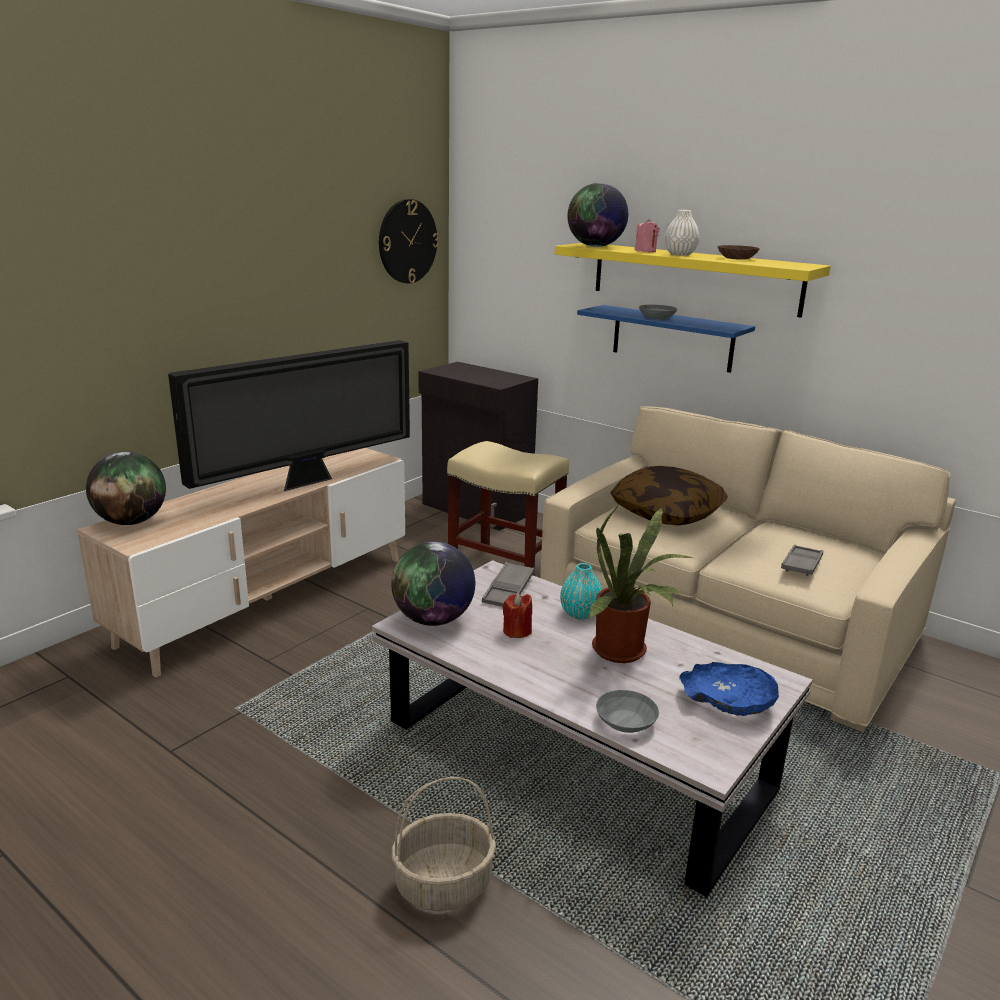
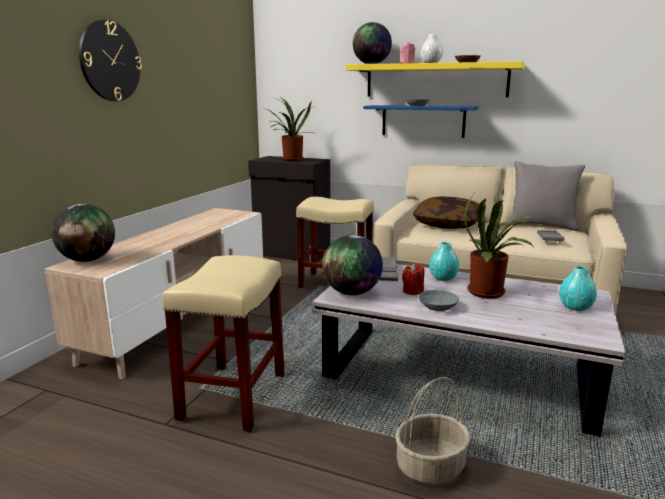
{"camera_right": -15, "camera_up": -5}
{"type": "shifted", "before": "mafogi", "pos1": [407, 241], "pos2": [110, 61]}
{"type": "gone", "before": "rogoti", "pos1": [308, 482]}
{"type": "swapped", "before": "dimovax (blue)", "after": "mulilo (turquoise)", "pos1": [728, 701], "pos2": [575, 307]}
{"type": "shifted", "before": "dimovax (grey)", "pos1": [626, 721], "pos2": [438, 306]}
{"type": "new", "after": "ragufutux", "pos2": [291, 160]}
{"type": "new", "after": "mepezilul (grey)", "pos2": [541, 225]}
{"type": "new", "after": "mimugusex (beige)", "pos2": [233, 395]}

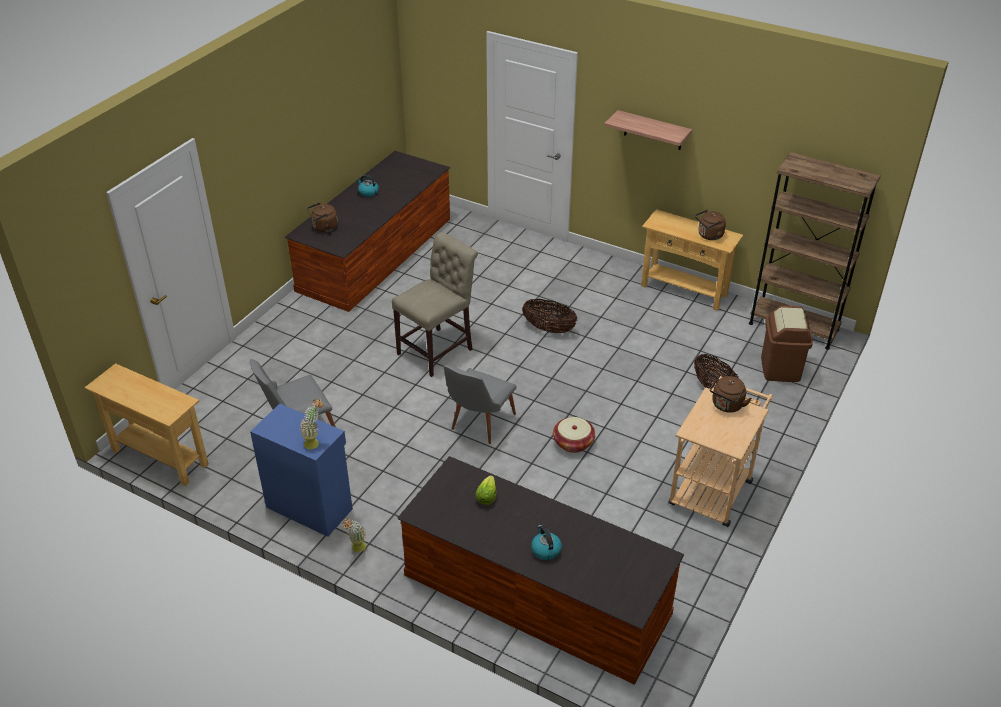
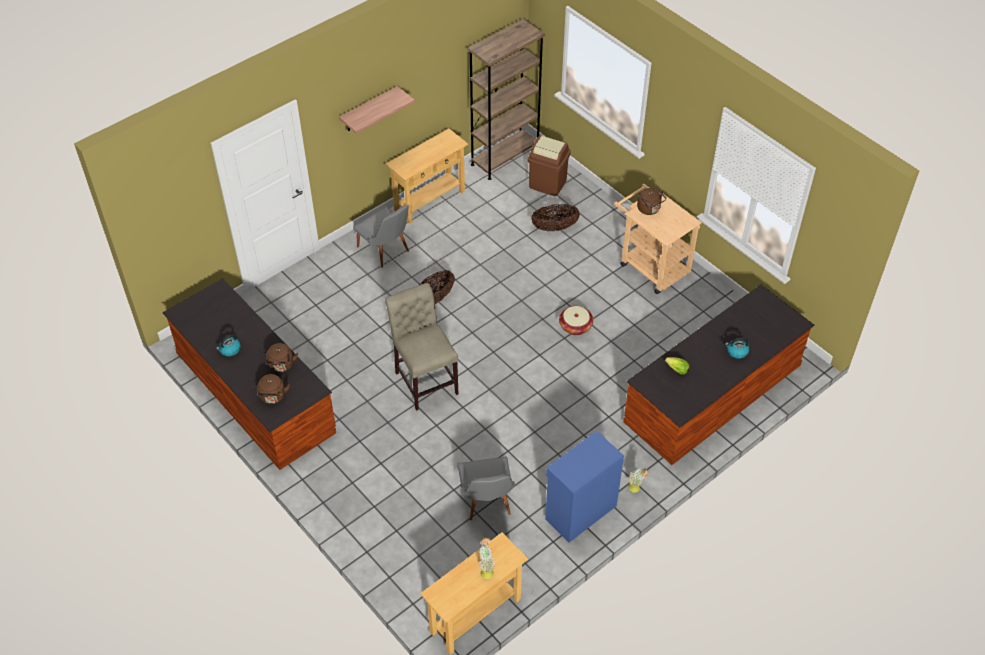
{"camera_right": -70, "camera_up": 10}
{"type": "shifted", "before": "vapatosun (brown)", "pos1": [709, 235], "pos2": [281, 366]}
{"type": "shifted", "before": "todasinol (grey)", "pos1": [478, 425], "pos2": [386, 252]}
{"type": "shifted", "before": "ragufutux", "pos1": [315, 442], "pos2": [486, 570]}

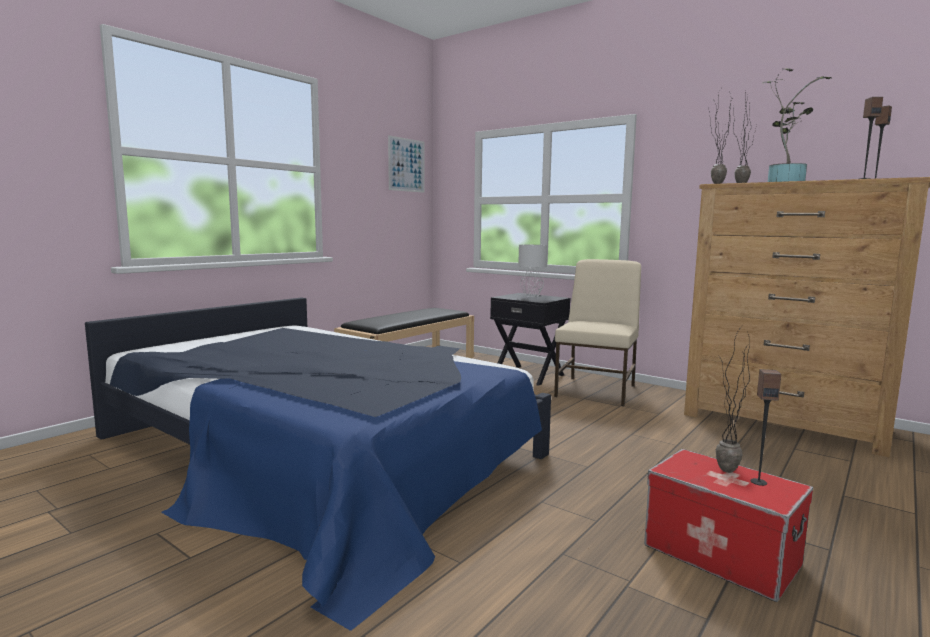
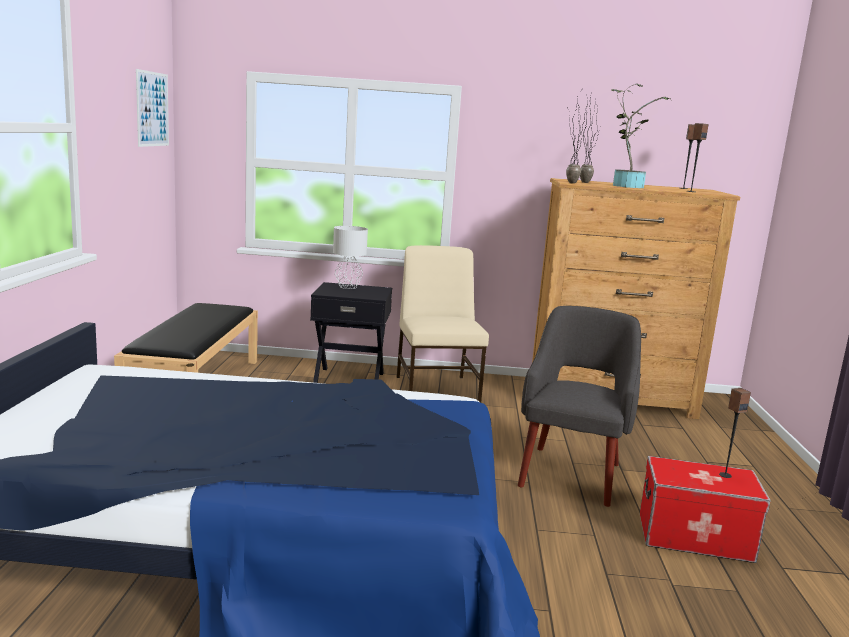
{"camera_right": -35, "camera_up": 5}
{"type": "gone", "before": "ragufutux", "pos1": [724, 473]}
{"type": "new", "after": "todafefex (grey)", "pos2": [571, 473]}

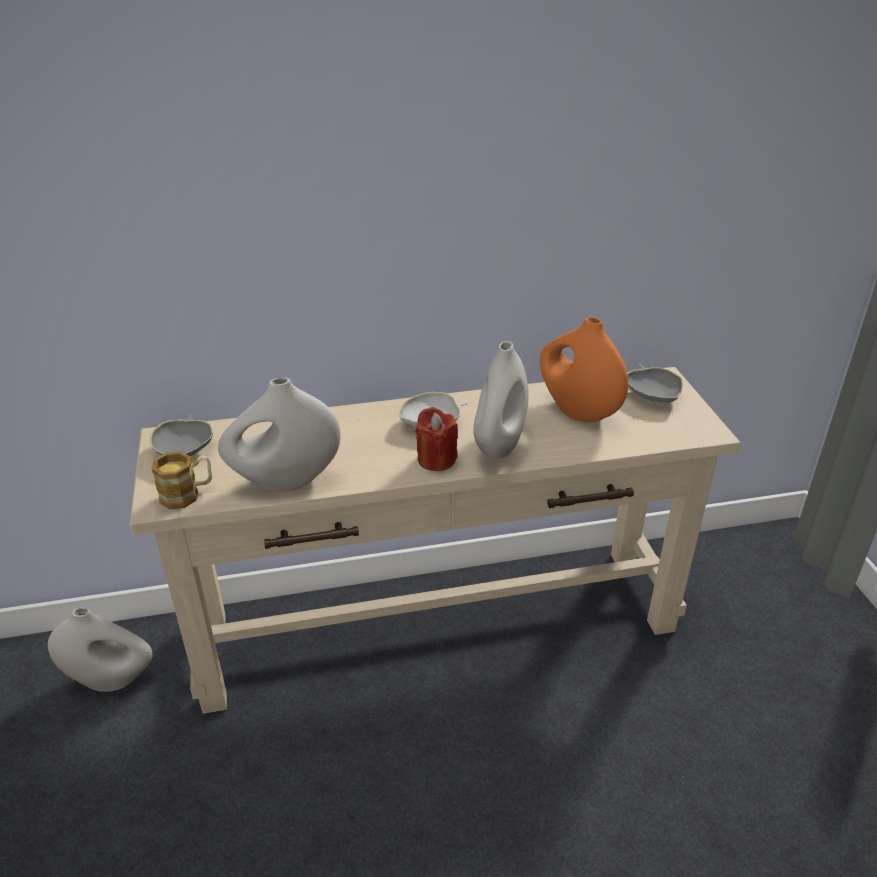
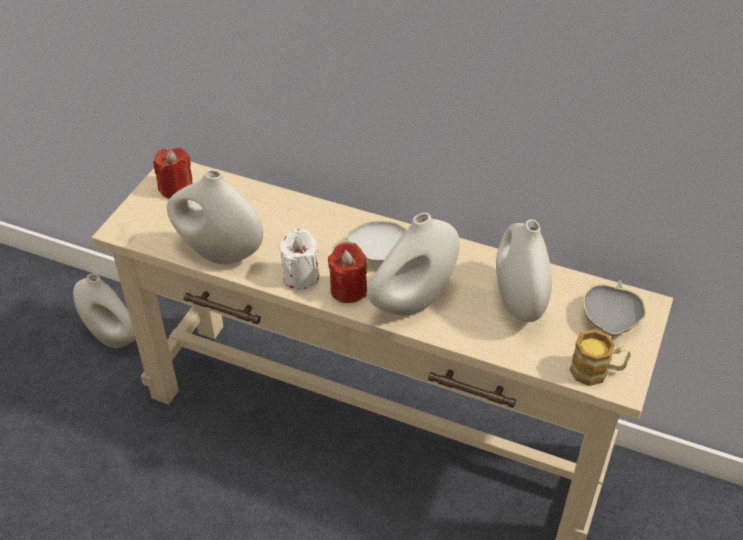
{"camera_right": 35, "camera_up": 10}
{"type": "repainted", "before": "mulilo (orange)", "after": "mulilo (white)", "pos1": [577, 411], "pos2": [518, 302]}
{"type": "swapped", "before": "dimovax (grey)", "after": "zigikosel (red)", "pos1": [184, 450], "pos2": [176, 189]}
{"type": "shifted", "before": "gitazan", "pos1": [187, 494], "pos2": [597, 371]}
{"type": "new", "after": "zigikosel (white)", "pos2": [301, 276]}

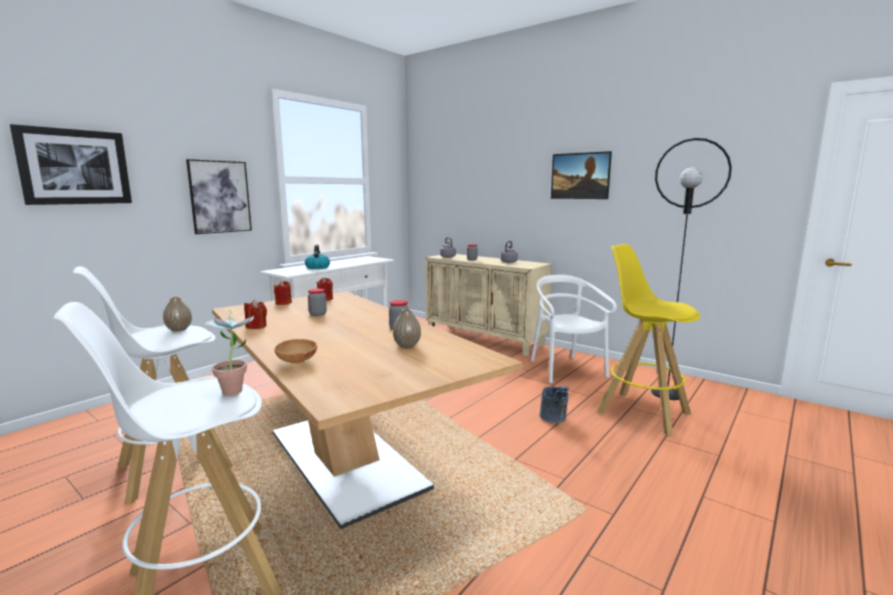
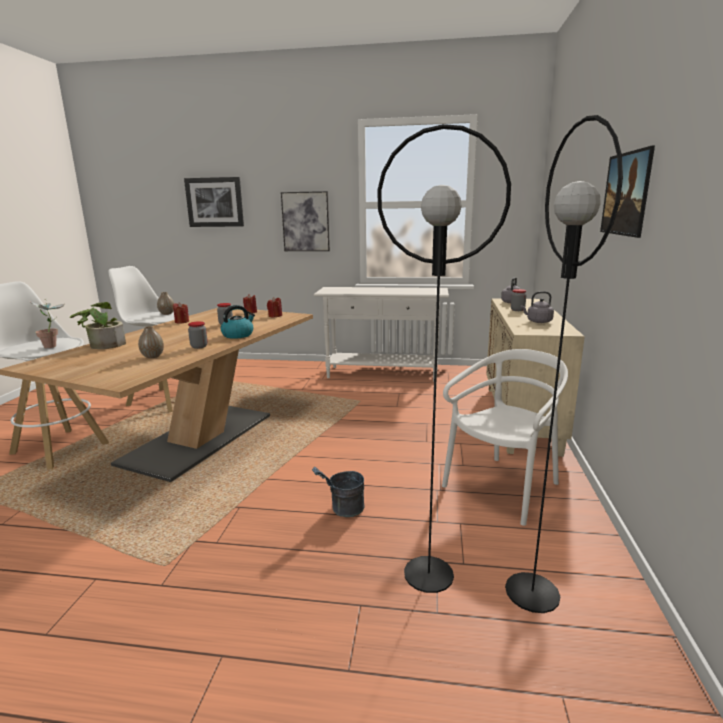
{"camera_right": 60, "camera_up": 5}
{"type": "swapped", "before": "mimugusex (yellow)", "after": "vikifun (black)", "pos1": [642, 412], "pos2": [429, 574]}
{"type": "shifted", "before": "vapatosun", "pos1": [317, 267], "pos2": [238, 335]}
{"type": "swapped", "before": "dimovax (brown)", "after": "ragufutux", "pos1": [296, 363], "pos2": [103, 344]}

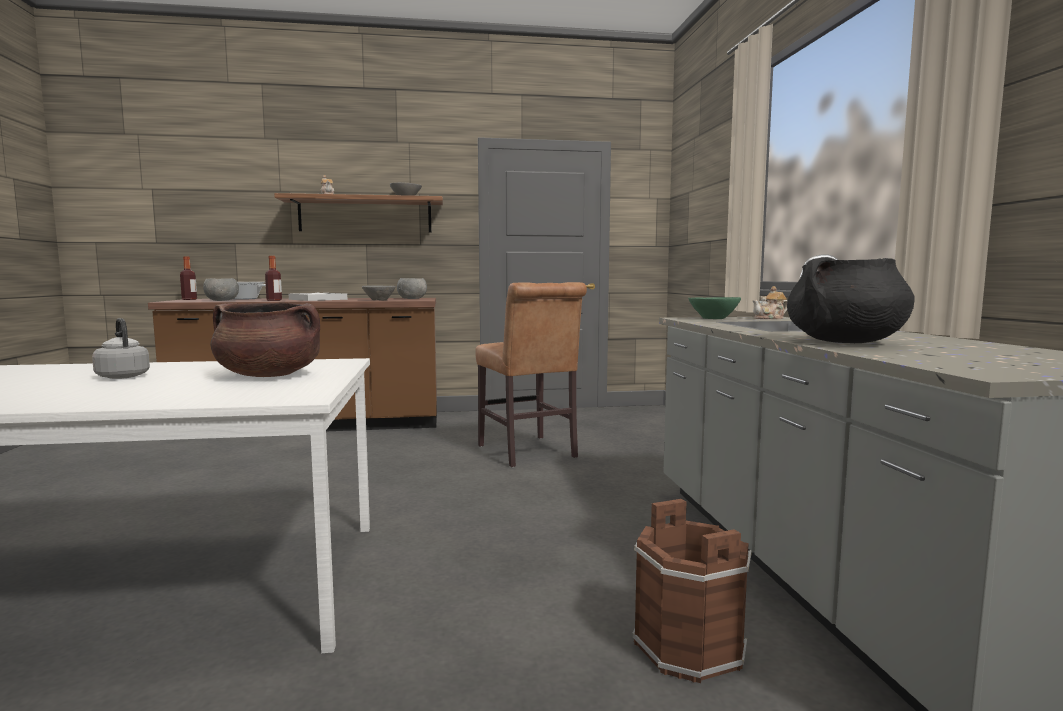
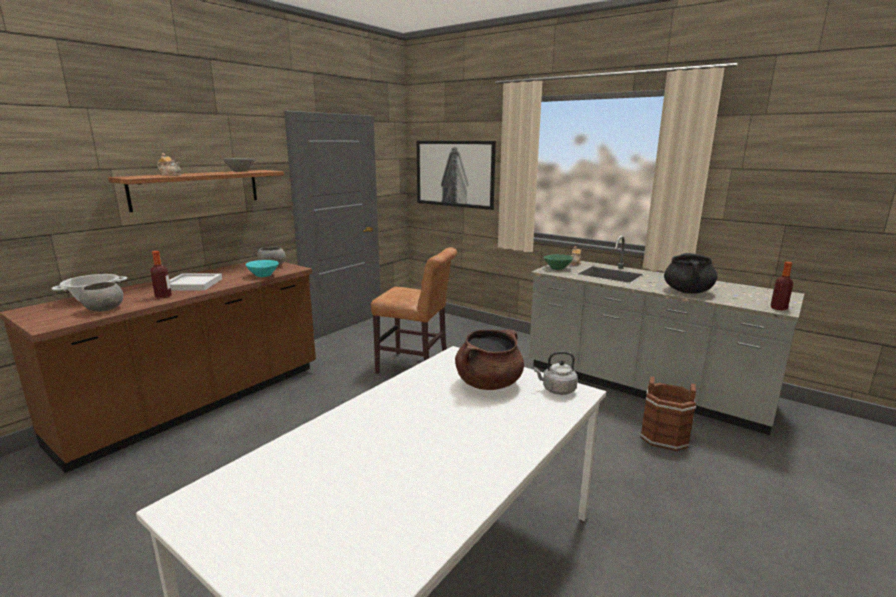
{"camera_right": -45, "camera_up": 10}
{"type": "shifted", "before": "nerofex", "pos1": [189, 299], "pos2": [778, 308]}
{"type": "repainted", "before": "dimovax (grey)", "after": "dimovax (turquoise)", "pos1": [379, 300], "pos2": [263, 276]}
{"type": "shifted", "before": "vapatosun (grey)", "pos1": [122, 376], "pos2": [557, 390]}
{"type": "new", "after": "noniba", "pos2": [455, 173]}

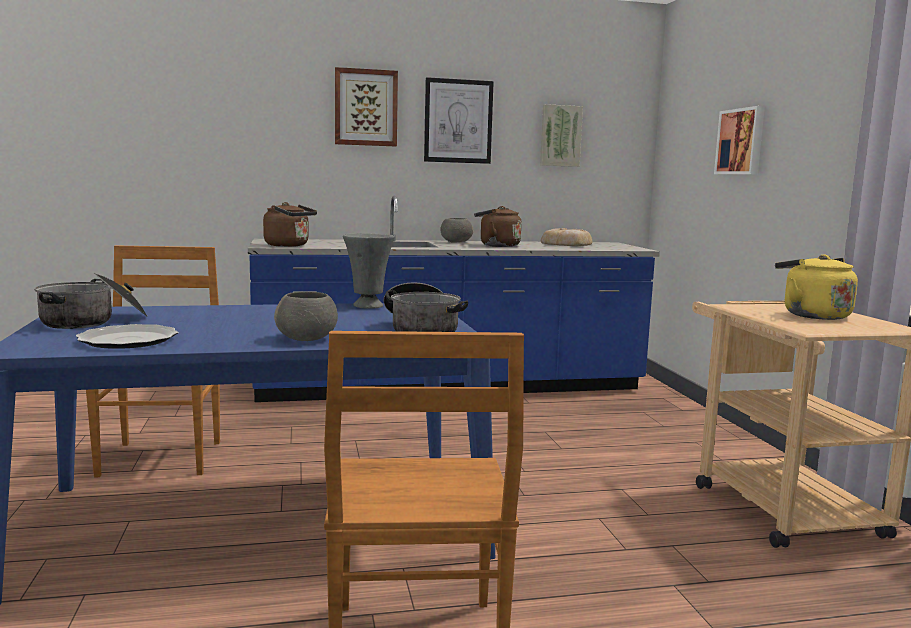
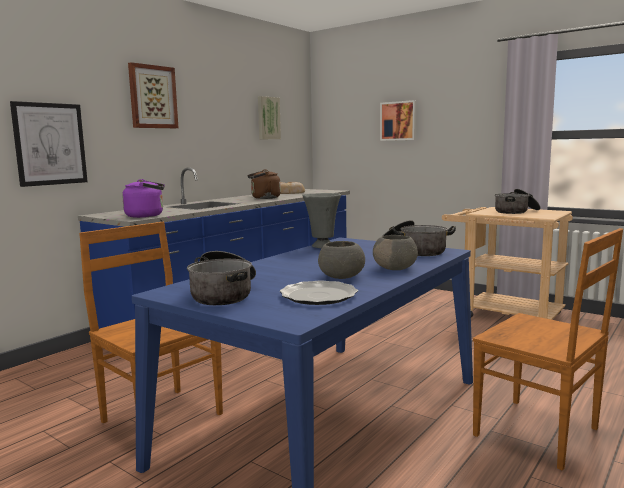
{"camera_right": -40, "camera_up": 0}
{"type": "shifted", "before": "noniba", "pos1": [458, 121], "pos2": [50, 144]}
{"type": "repainted", "before": "vapatosun (brown)", "after": "vapatosun (purple)", "pos1": [289, 245], "pos2": [147, 216]}
{"type": "shifted", "before": "dimovax (grey)", "pos1": [455, 242], "pos2": [340, 277]}
{"type": "swapped", "before": "vapatosun (yellow)", "after": "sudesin", "pos1": [812, 315], "pos2": [516, 211]}

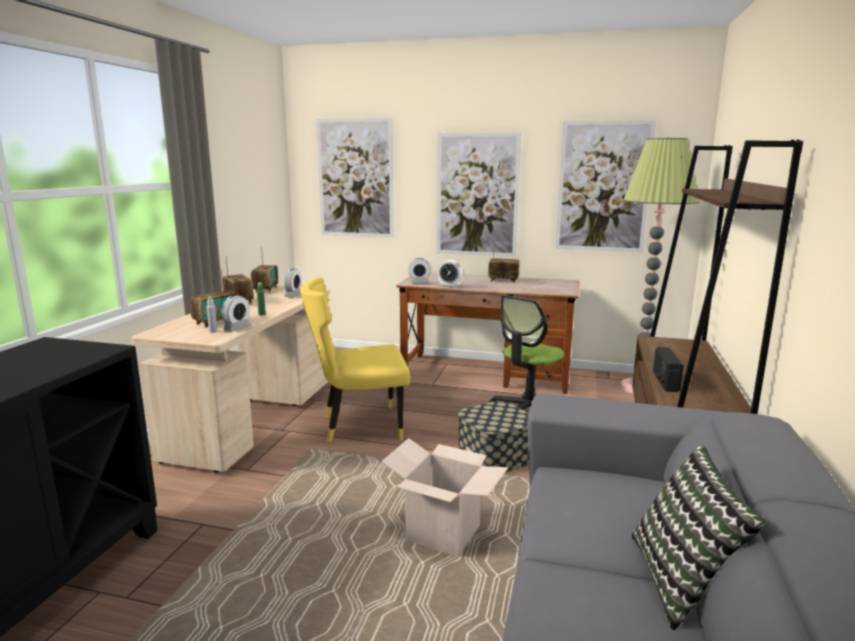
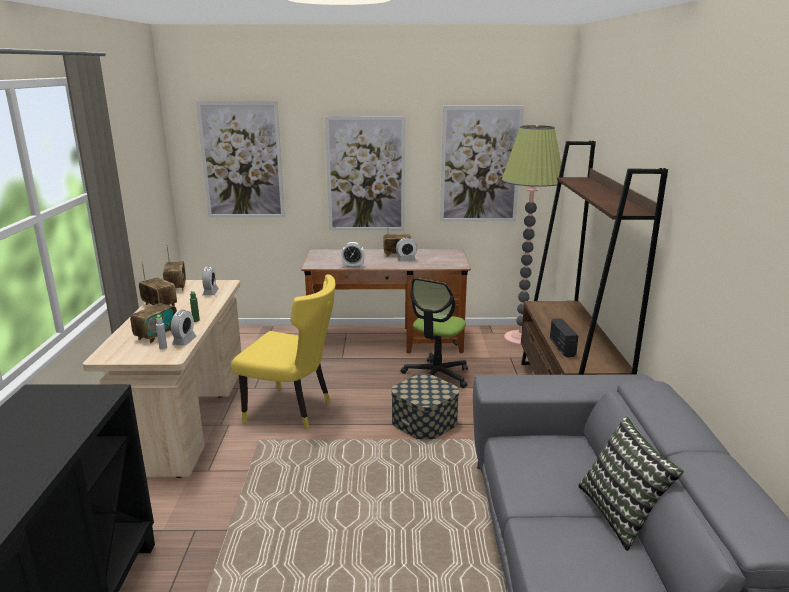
{"camera_right": -15, "camera_up": 5}
{"type": "shifted", "before": "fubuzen", "pos1": [419, 282], "pos2": [406, 260]}
{"type": "rotated", "before": "todasinol (yellow)", "pos1": [359, 425], "pos2": [292, 410], "turn": -135}
{"type": "gone", "before": "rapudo", "pos1": [443, 534]}

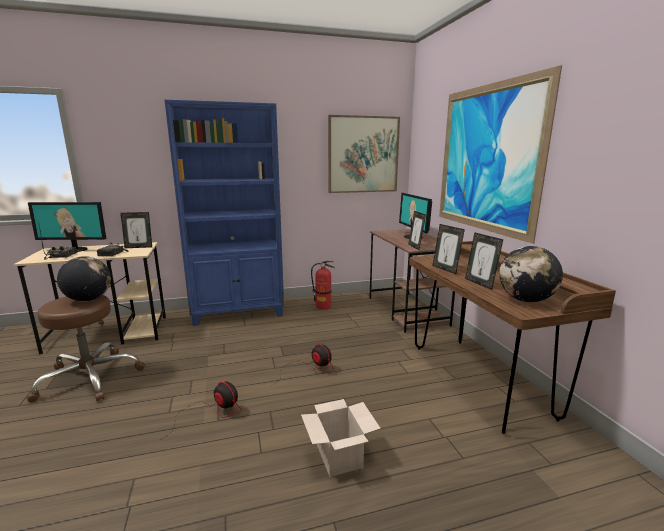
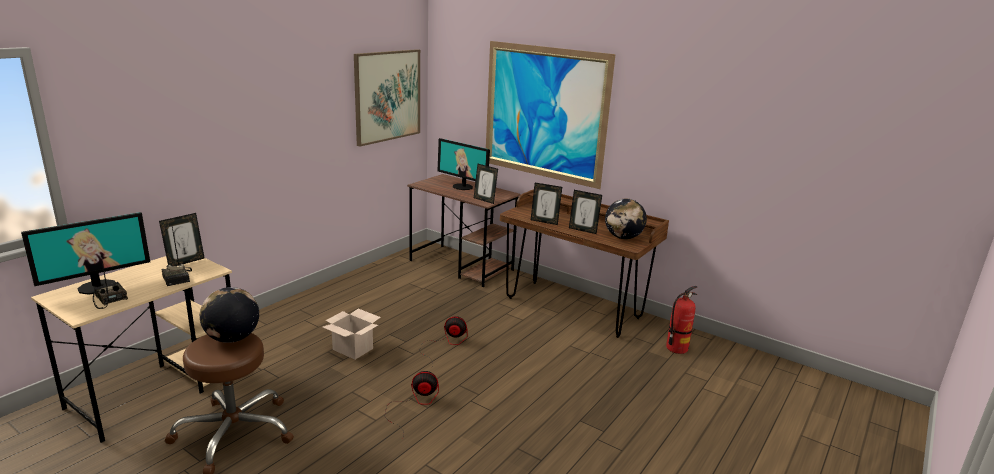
{"camera_right": -40, "camera_up": 5}
{"type": "gone", "before": "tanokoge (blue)", "pos1": [239, 312]}
{"type": "shifted", "before": "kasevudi", "pos1": [323, 306], "pos2": [676, 348]}
{"type": "shifted", "before": "rapudo", "pos1": [340, 457], "pos2": [354, 349]}

